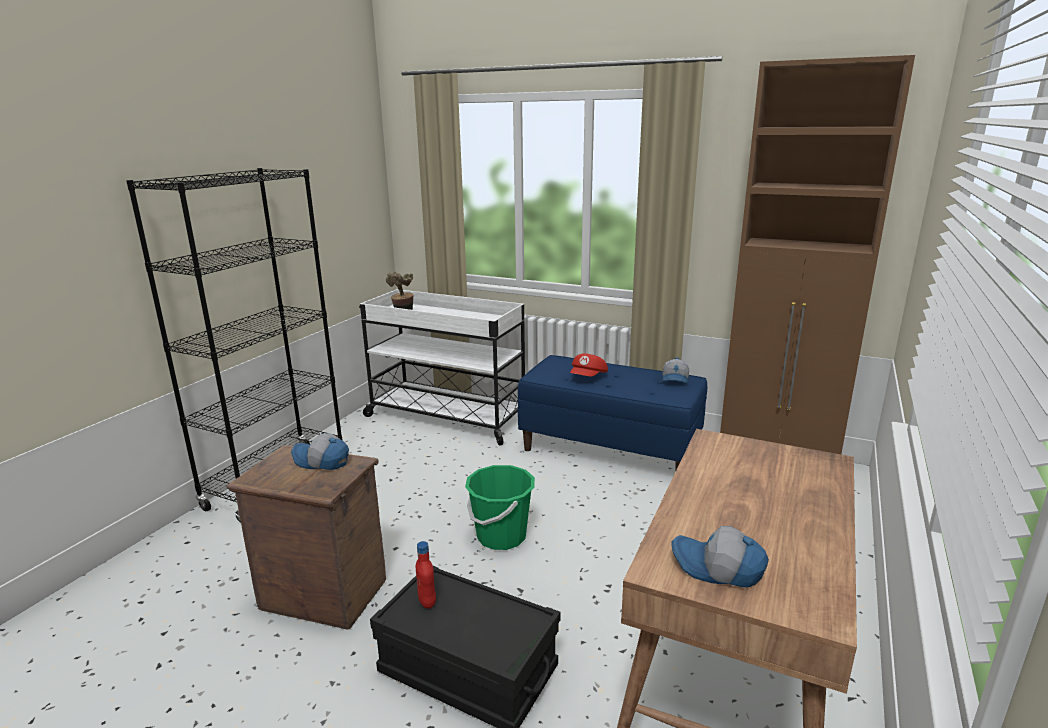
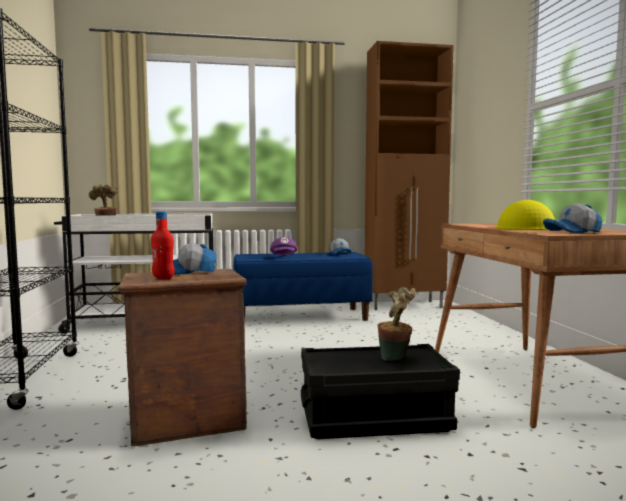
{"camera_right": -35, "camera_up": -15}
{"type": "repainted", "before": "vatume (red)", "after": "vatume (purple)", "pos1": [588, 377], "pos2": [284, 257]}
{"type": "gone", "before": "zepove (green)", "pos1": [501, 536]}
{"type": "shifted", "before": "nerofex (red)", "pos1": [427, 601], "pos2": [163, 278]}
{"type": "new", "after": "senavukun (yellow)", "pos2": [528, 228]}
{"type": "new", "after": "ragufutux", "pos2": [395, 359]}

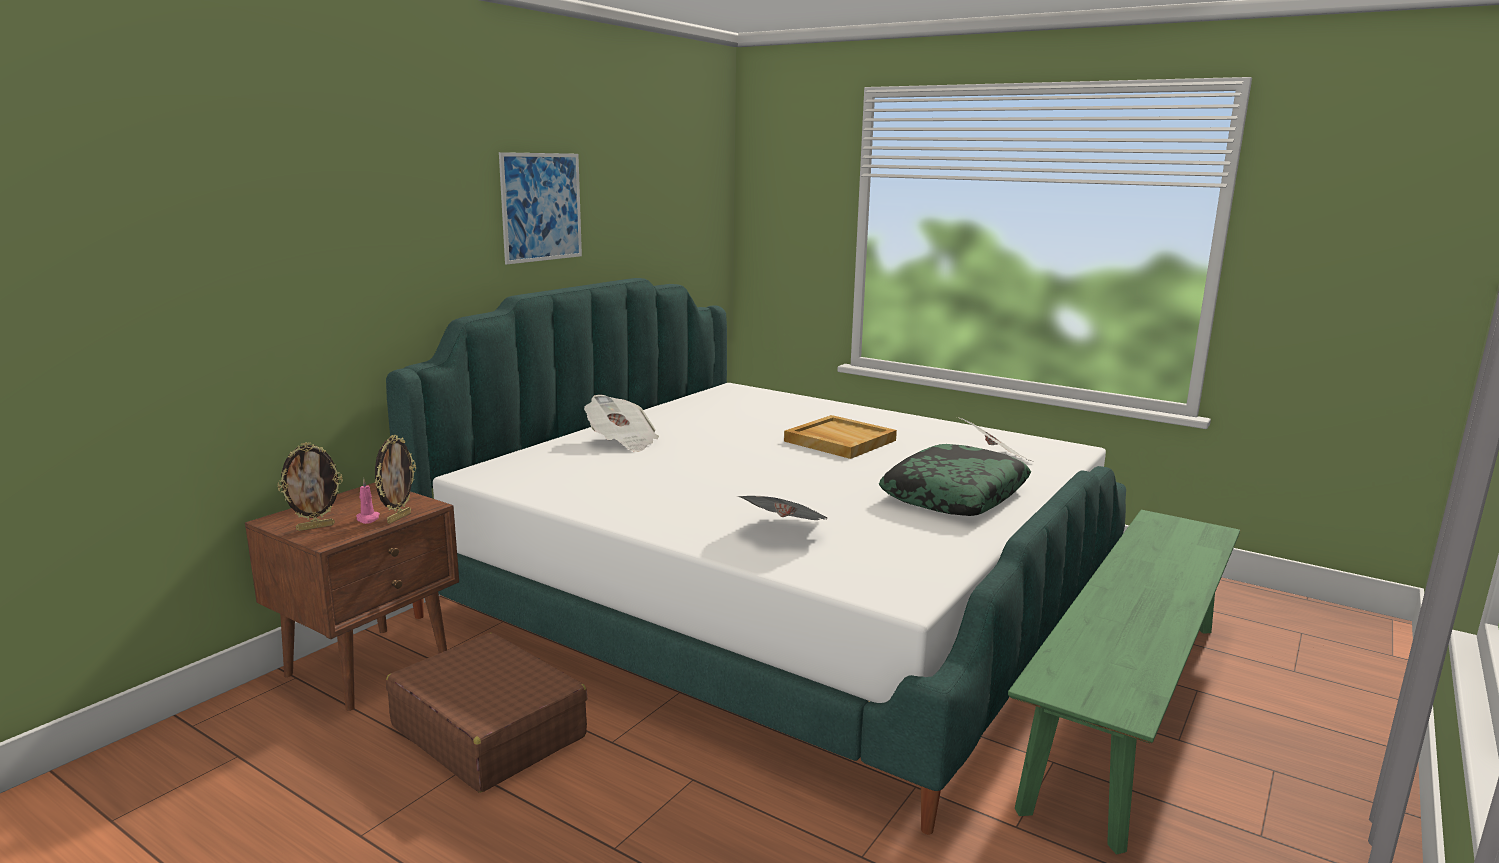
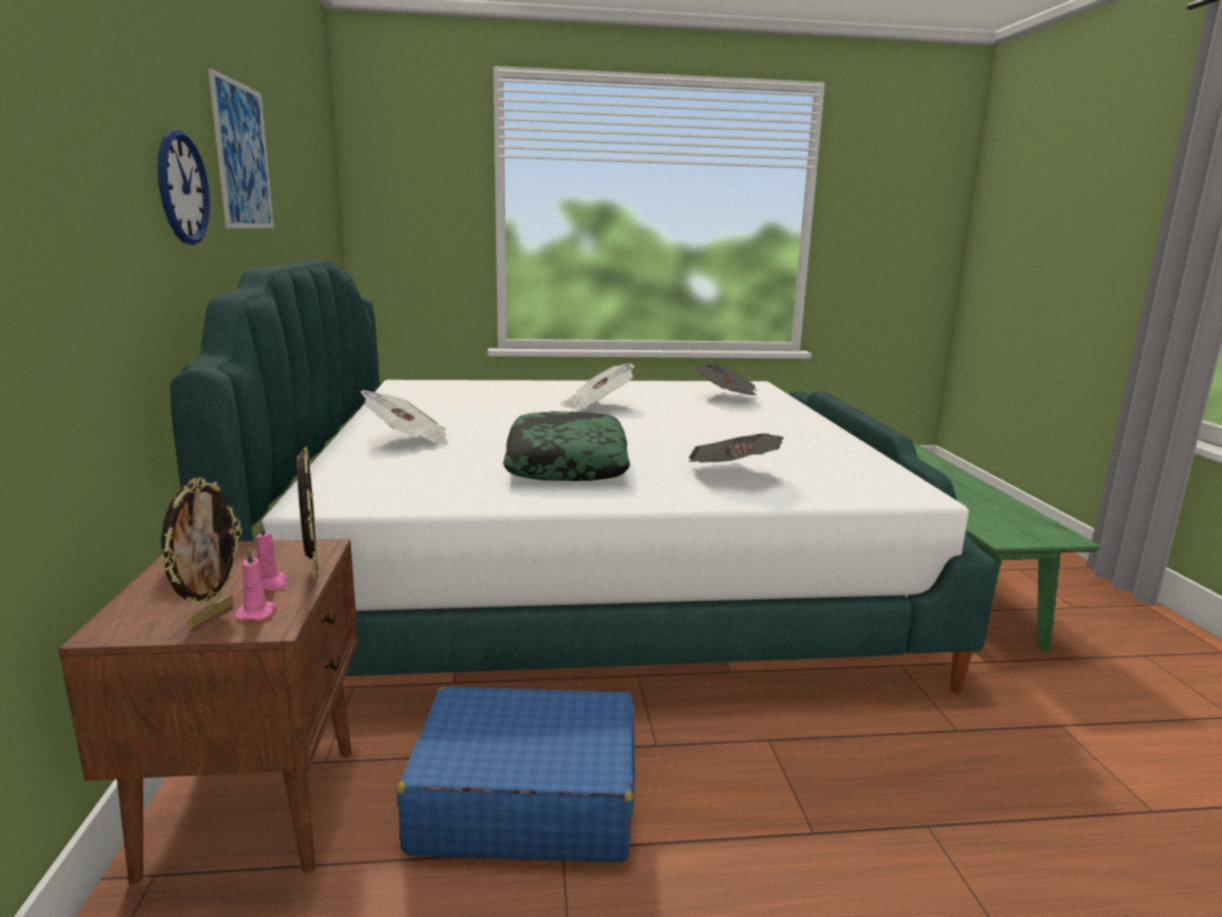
{"camera_right": -40, "camera_up": 0}
{"type": "swapped", "before": "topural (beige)", "after": "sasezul", "pos1": [839, 441], "pos2": [597, 406]}
{"type": "shifted", "before": "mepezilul", "pos1": [954, 495], "pos2": [566, 463]}
{"type": "repainted", "before": "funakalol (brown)", "after": "funakalol (blue)", "pos1": [488, 731], "pos2": [525, 799]}
{"type": "new", "after": "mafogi", "pos2": [182, 188]}
{"type": "new", "after": "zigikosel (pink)", "pos2": [257, 612]}

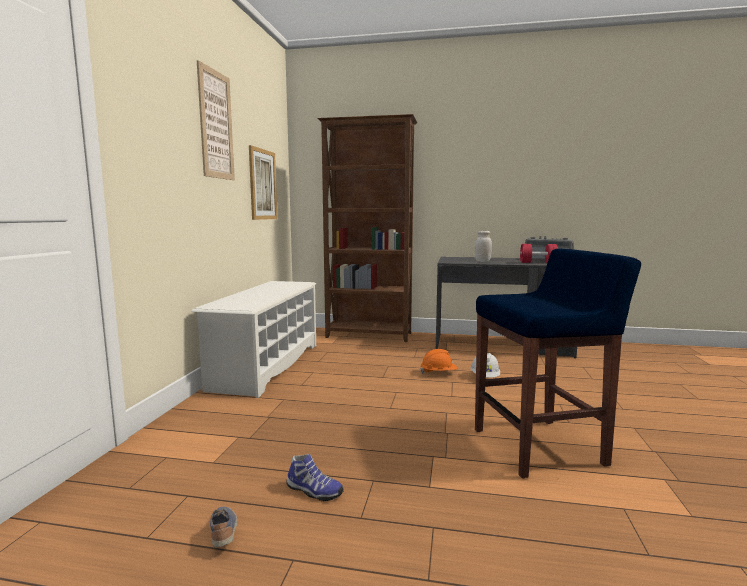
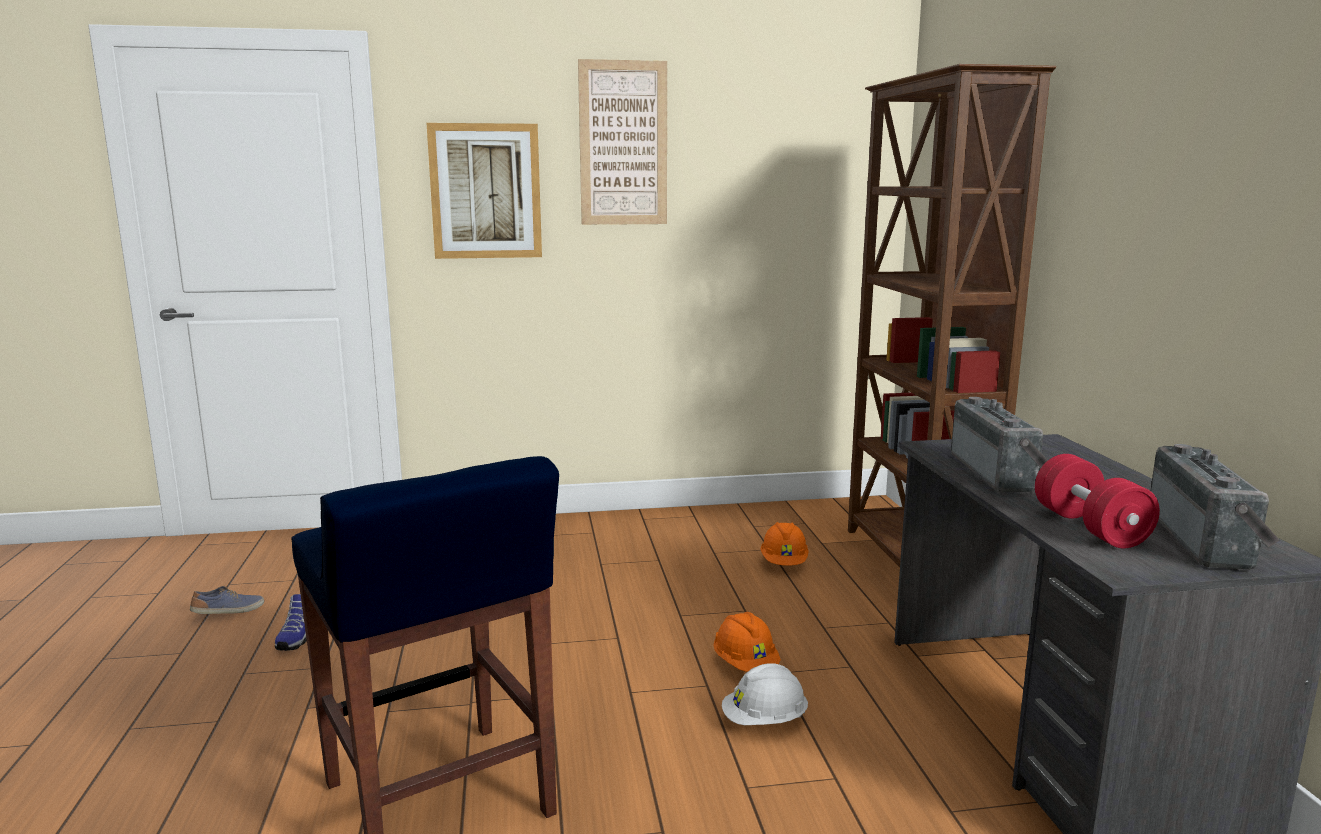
{"camera_right": 70, "camera_up": 5}
{"type": "shifted", "before": "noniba", "pos1": [263, 184], "pos2": [485, 191]}
{"type": "swapped", "before": "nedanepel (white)", "after": "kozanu", "pos1": [482, 261], "pos2": [998, 473]}
{"type": "gone", "before": "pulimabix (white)", "pos1": [267, 365]}
{"type": "new", "after": "senavukun (orange)", "pos2": [784, 563]}

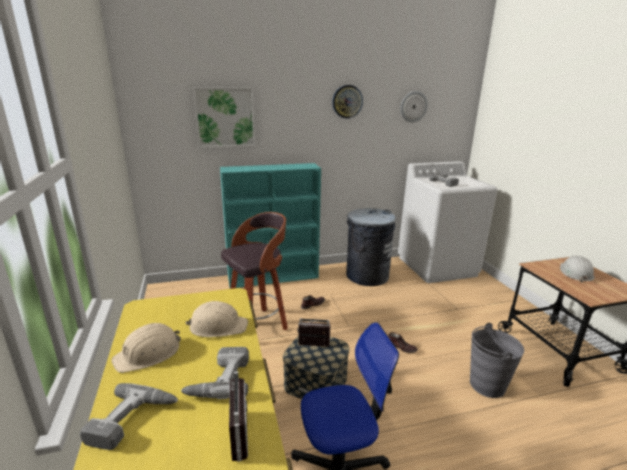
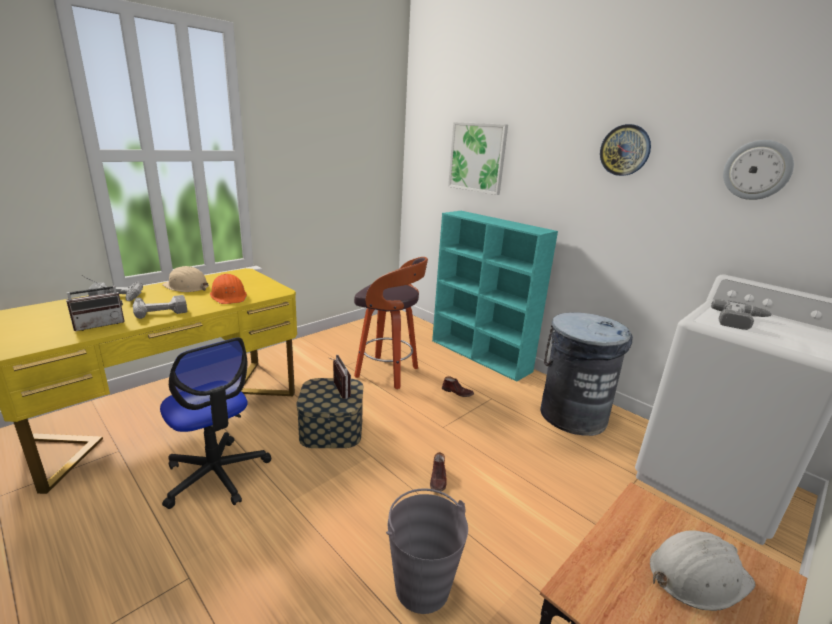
{"camera_right": 60, "camera_up": 0}
{"type": "repainted", "before": "senavukun (beige)", "after": "senavukun (orange)", "pos1": [218, 326], "pos2": [229, 296]}

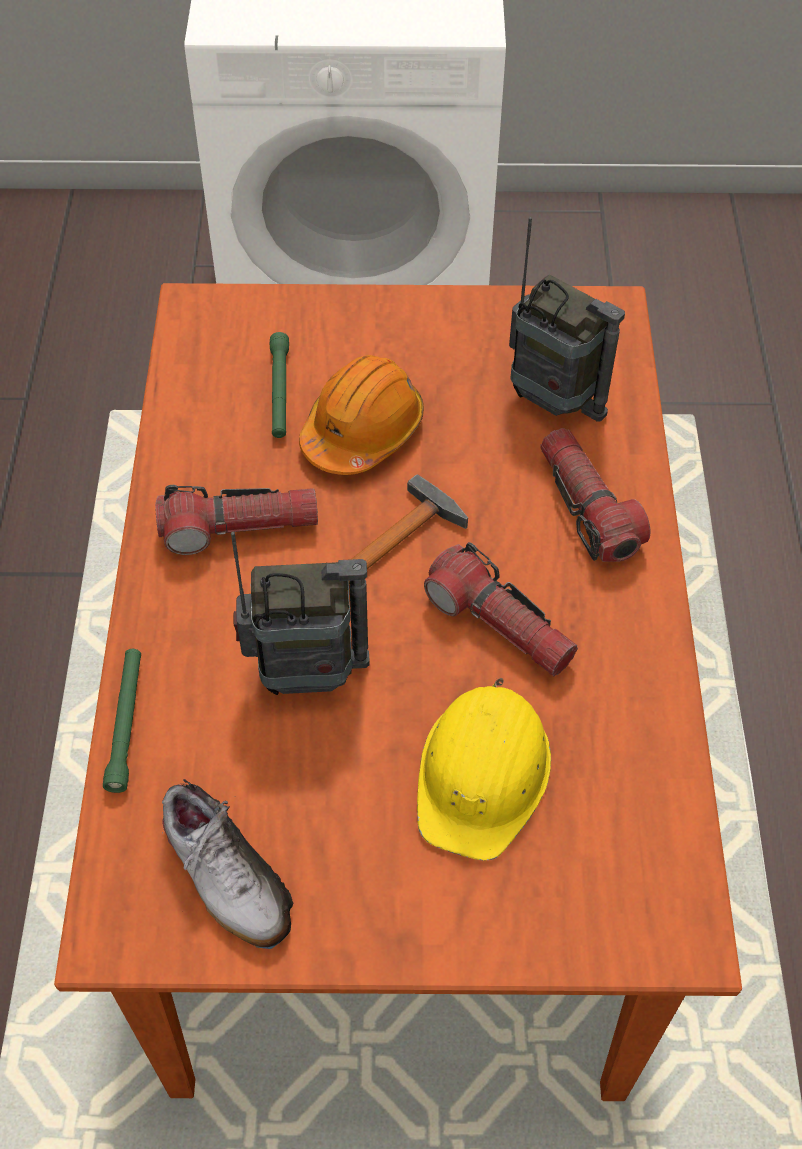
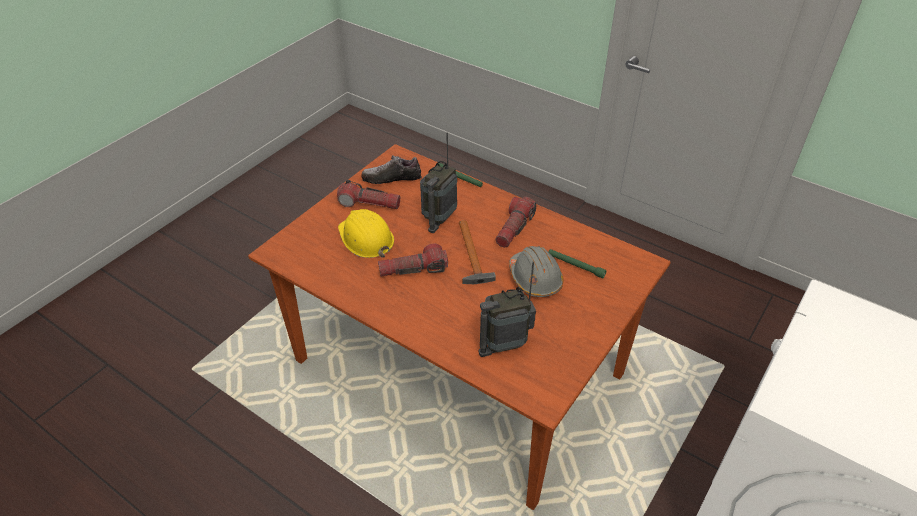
{"camera_right": 125, "camera_up": -10}
{"type": "repainted", "before": "senavukun (orange)", "after": "senavukun (grey)", "pos1": [362, 431], "pos2": [535, 279]}
{"type": "shifted", "before": "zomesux", "pos1": [587, 508], "pos2": [369, 204]}

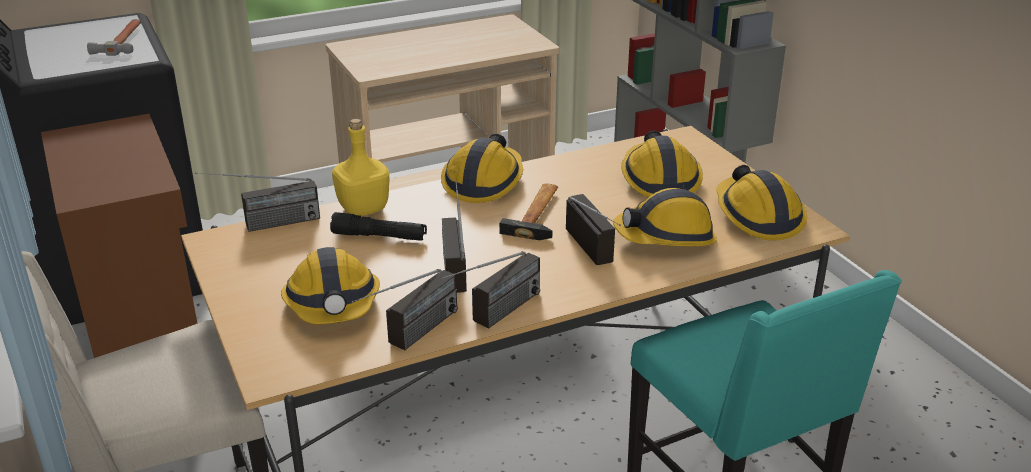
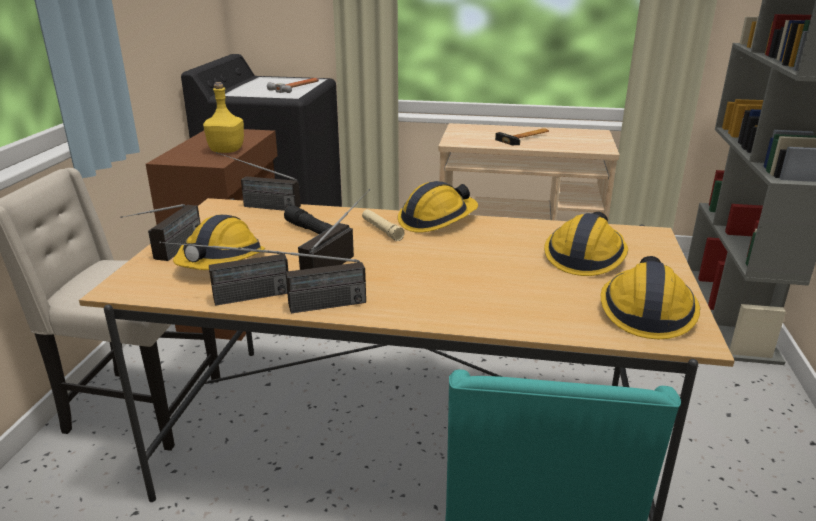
{"camera_right": 35, "camera_up": -5}
{"type": "shifted", "before": "nerofex (yellow)", "pos1": [363, 208], "pos2": [227, 150]}
{"type": "shifted", "before": "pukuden", "pos1": [539, 214], "pos2": [526, 138]}
{"type": "gone", "before": "senavukun", "pos1": [666, 237]}
{"type": "shifted", "before": "kozanu", "pos1": [599, 255], "pos2": [170, 254]}
{"type": "new", "after": "zomesux (beige)", "pos2": [382, 230]}

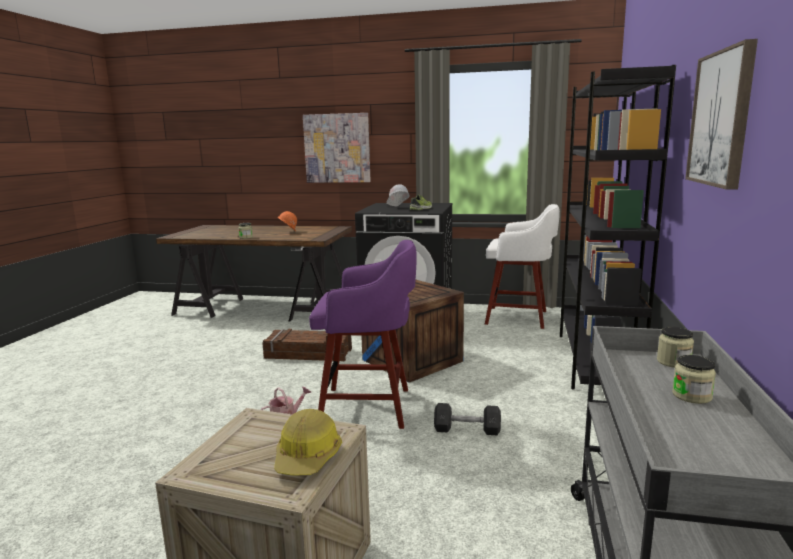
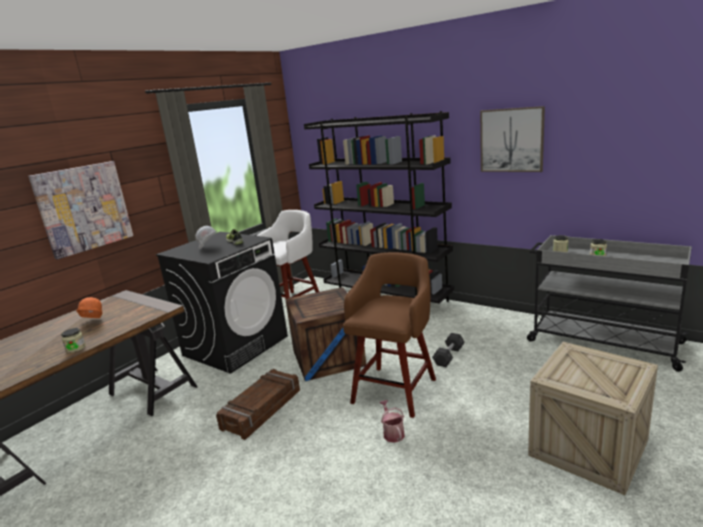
{"camera_right": -65, "camera_up": 5}
{"type": "repainted", "before": "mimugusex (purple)", "after": "mimugusex (brown)", "pos1": [369, 407], "pos2": [395, 389]}
{"type": "gone", "before": "senavukun", "pos1": [308, 457]}

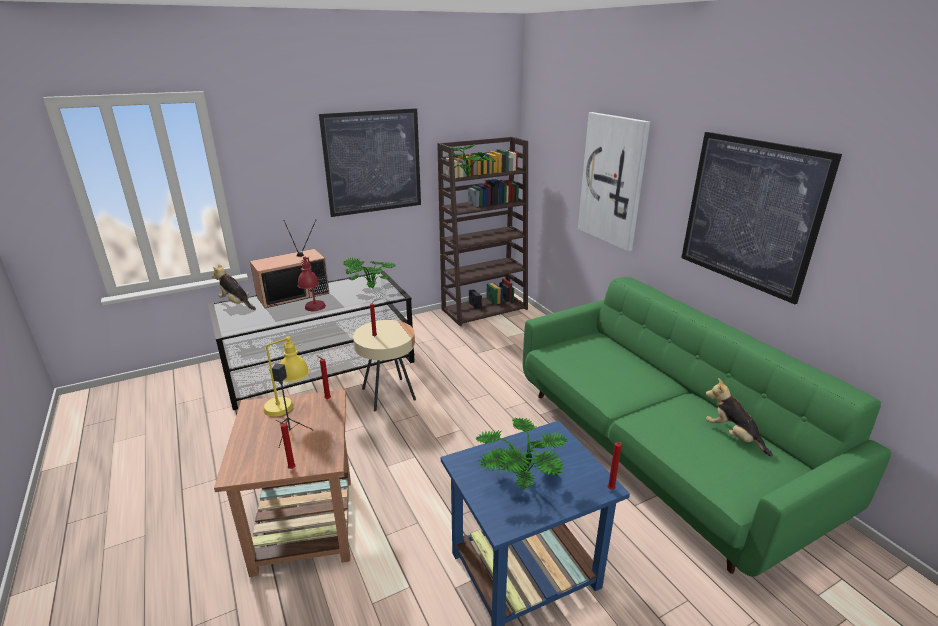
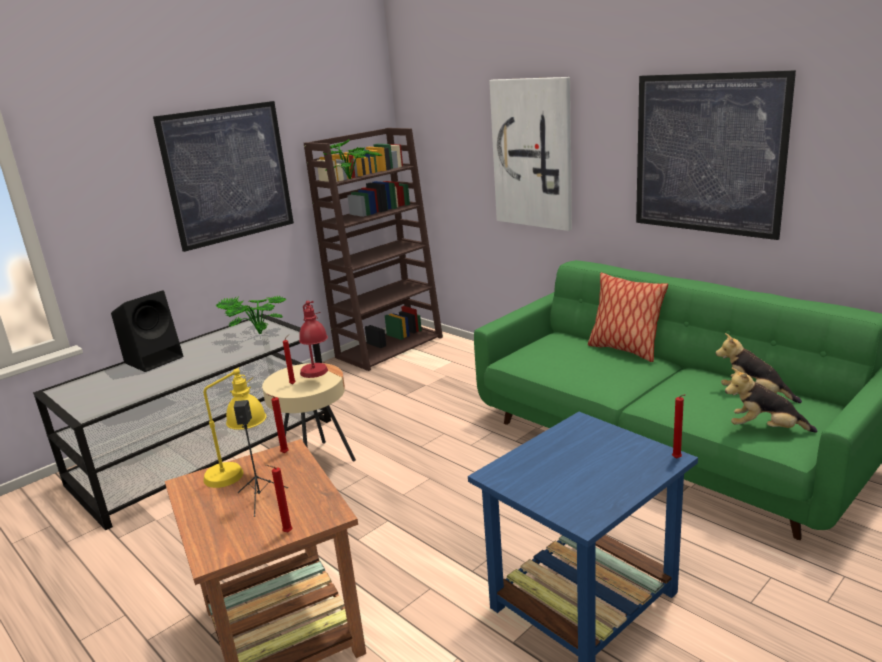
{"camera_right": -15, "camera_up": -5}
{"type": "swapped", "before": "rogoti", "after": "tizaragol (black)", "pos1": [293, 294], "pos2": [155, 359]}
{"type": "shifted", "before": "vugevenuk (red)", "pos1": [314, 310], "pos2": [317, 376]}
{"type": "shifted", "before": "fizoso", "pos1": [236, 304], "pos2": [765, 429]}
{"type": "gone", "before": "ragufutux", "pos1": [520, 480]}
{"type": "new", "after": "mepezilul", "pos2": [624, 350]}

